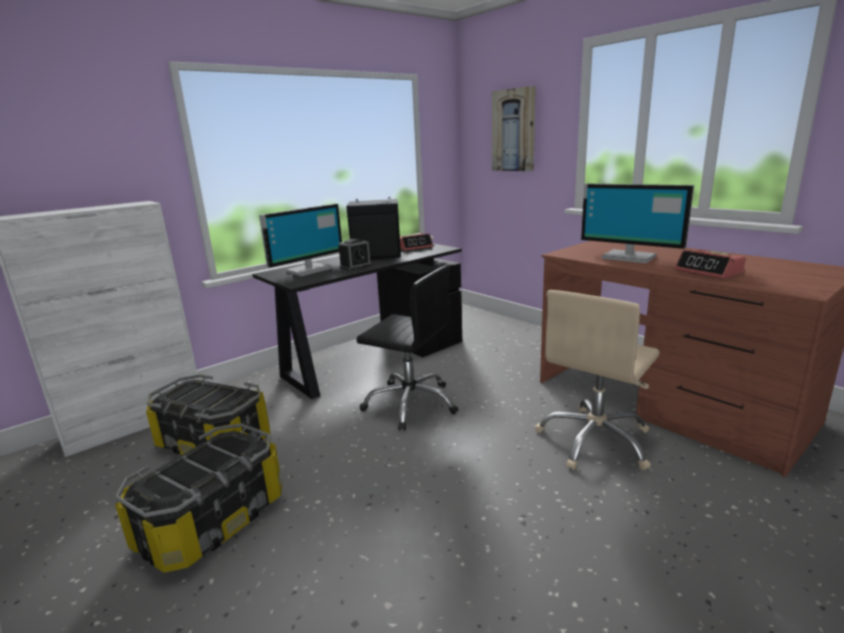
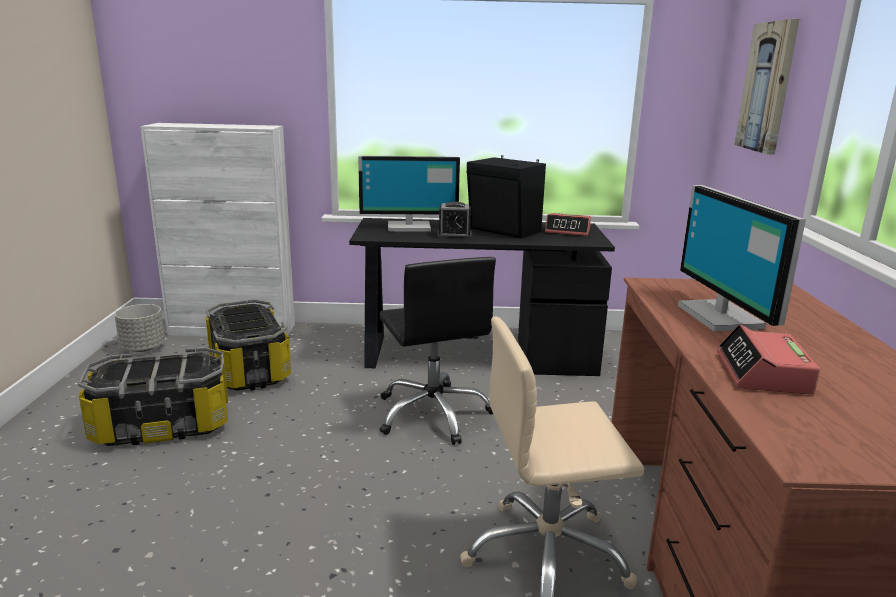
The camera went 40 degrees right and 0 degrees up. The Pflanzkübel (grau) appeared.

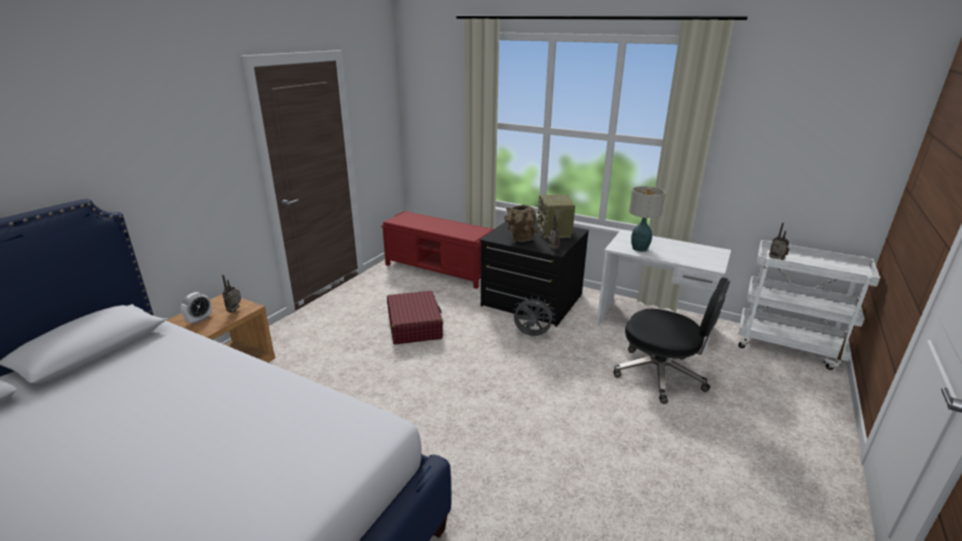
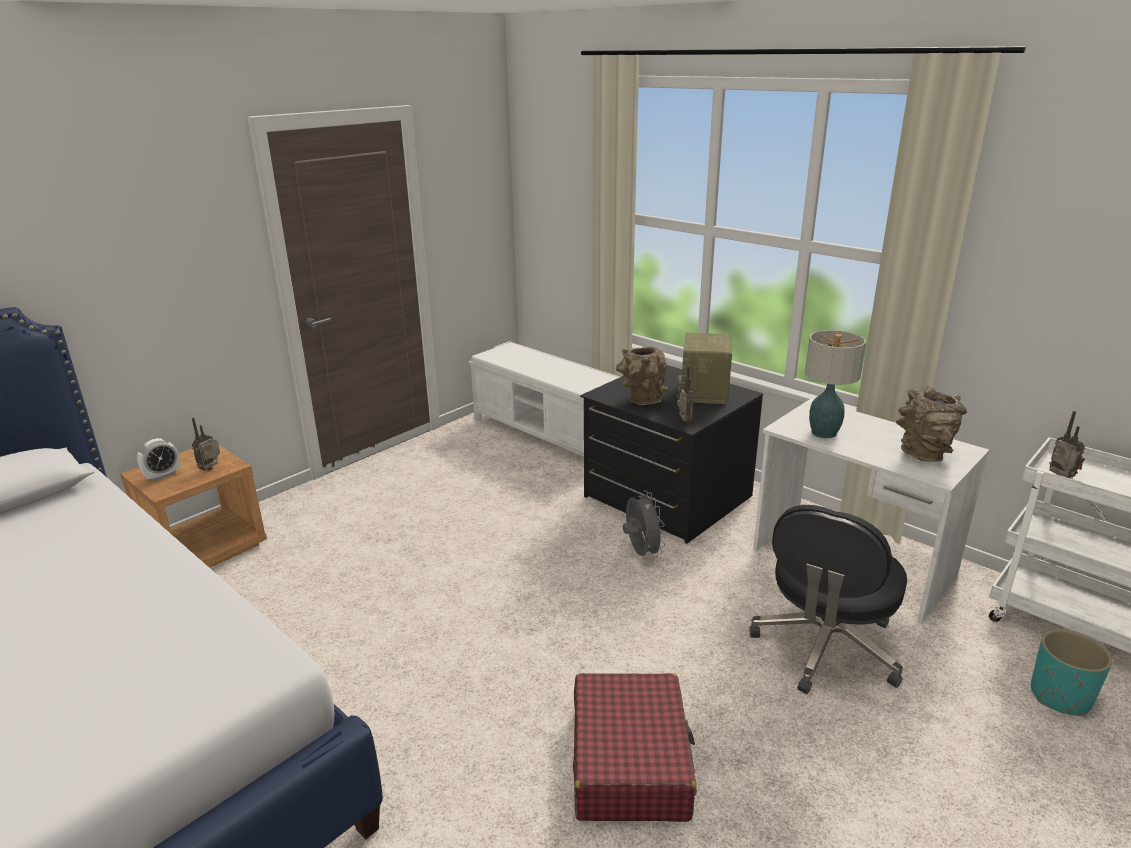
The camera went 15 degrees right and 0 degrees up. The Bank (rot) became the Bank (weiß). The Koffer (rot) moved. The Ventilator (grau) turned 45 degrees clockwise. The Bürostuhl (schwarz) turned 75 degrees clockwise. The Vase (braun) (no. 2 from left) appeared. The Pflanzkübel (türkis) appeared.

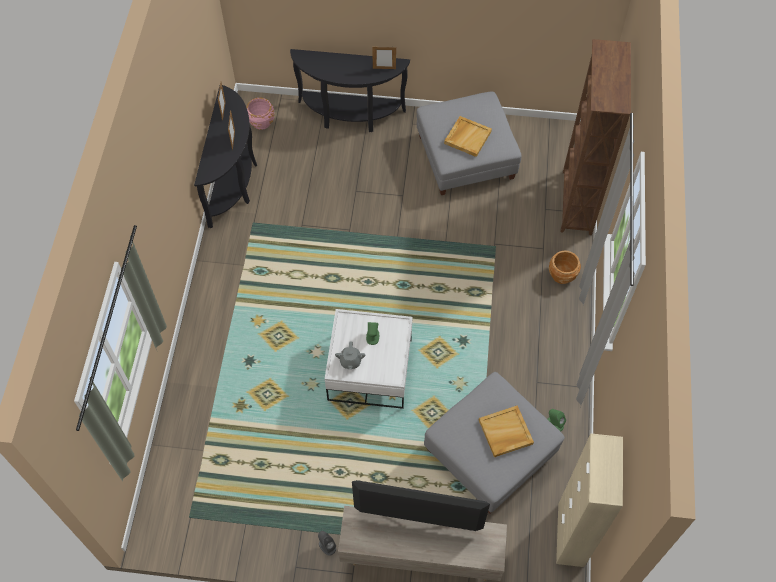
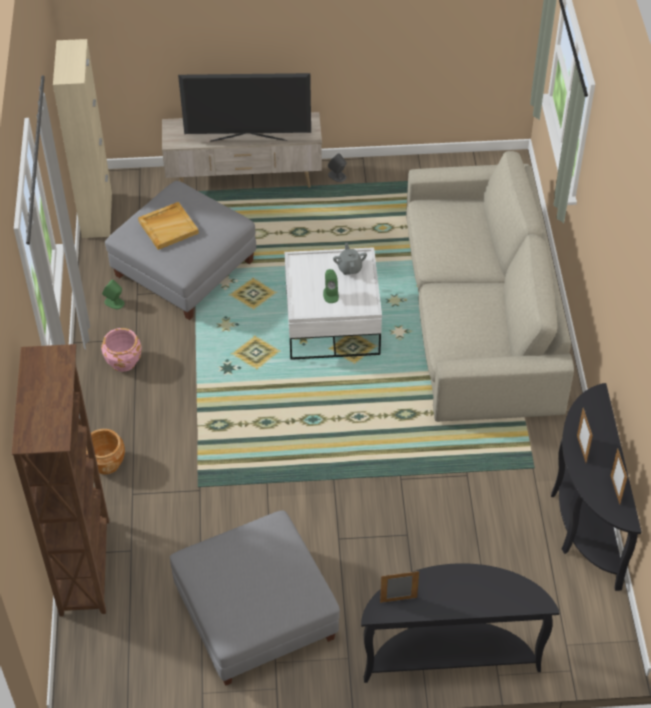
The camera went 170 degrees right and 10 degrees down. The Pflanzkübel (rosa) moved. The Tablett (beige) (no. 1 from left) disappeared. The Sofa (beige) appeared.

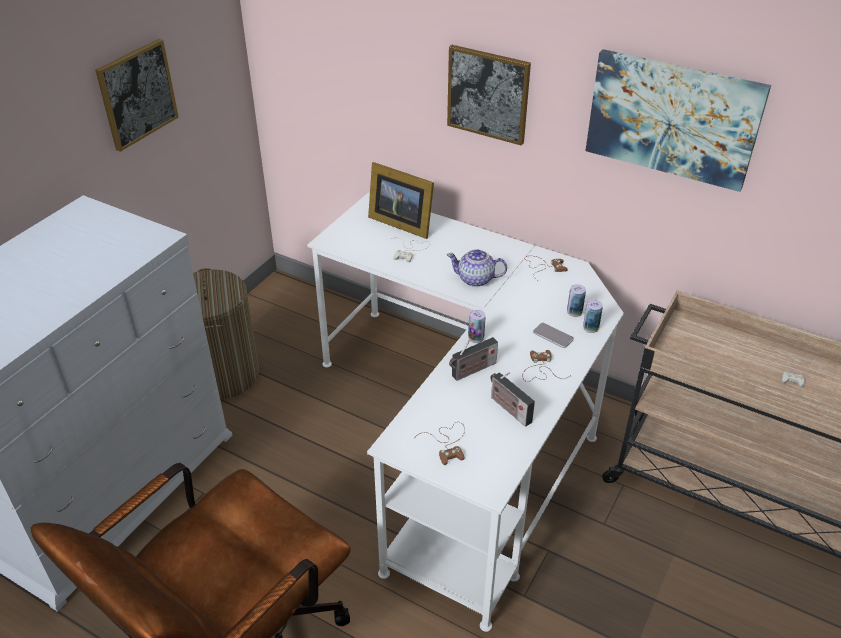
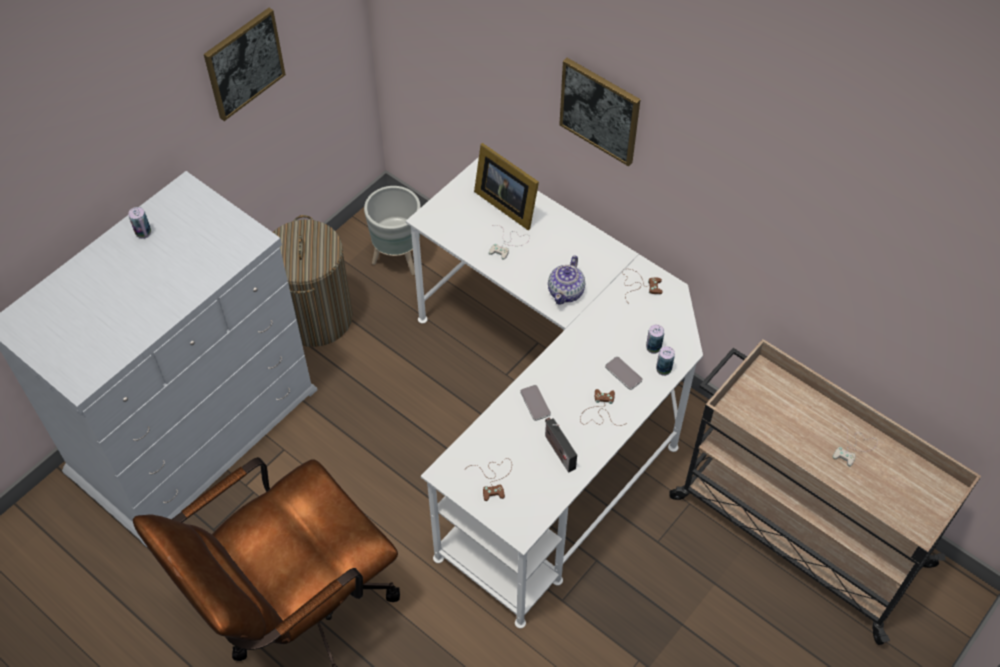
The camera went 10 degrees right and 15 degrees up. The Teekanne turned 90 degrees counterclockwise. The Radio (no. 1 from left) was replaced by the Handy (no. 1 from left). The Dose (no. 1 from left) moved. The Bild (no. 3 from left) disappeared. The Pflanzkübel (grau) appeared.

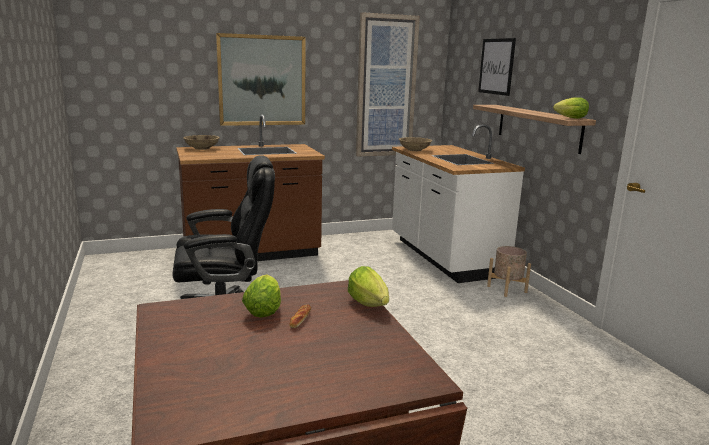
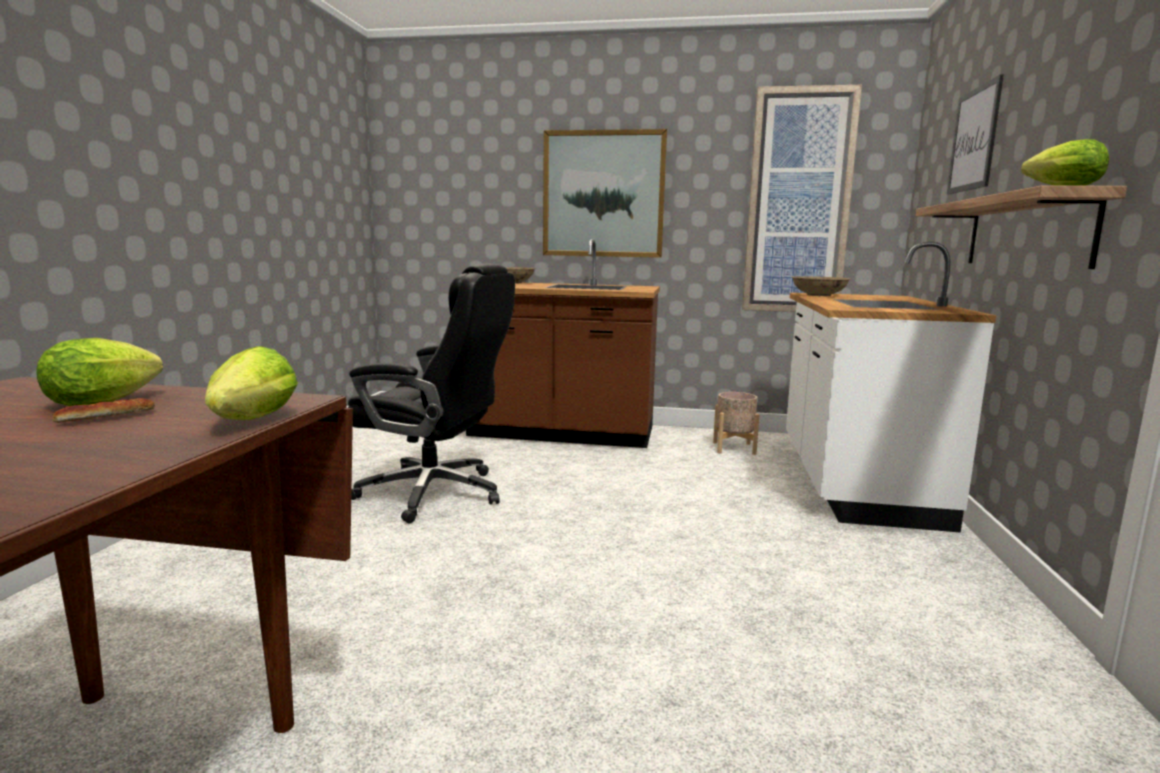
The camera went 30 degrees right and 5 degrees down. The Pflanzkübel (beige) moved.

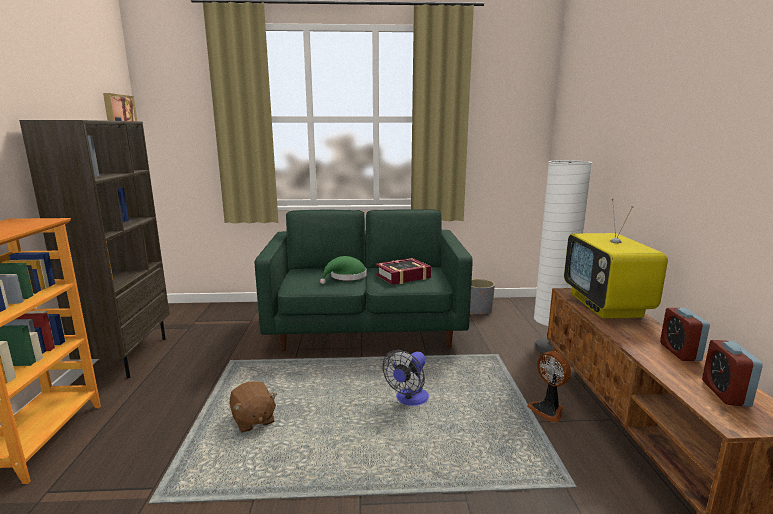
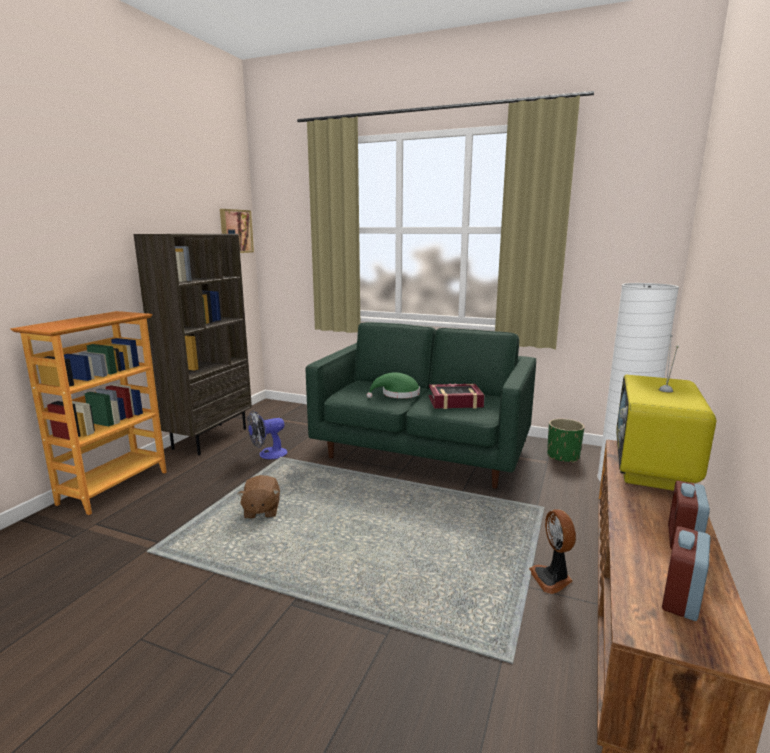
The camera went 25 degrees right and 0 degrees up. The Ventilator (no. 1 from left) moved. The Pflanzkübel (grau) became the Pflanzkübel (grün).

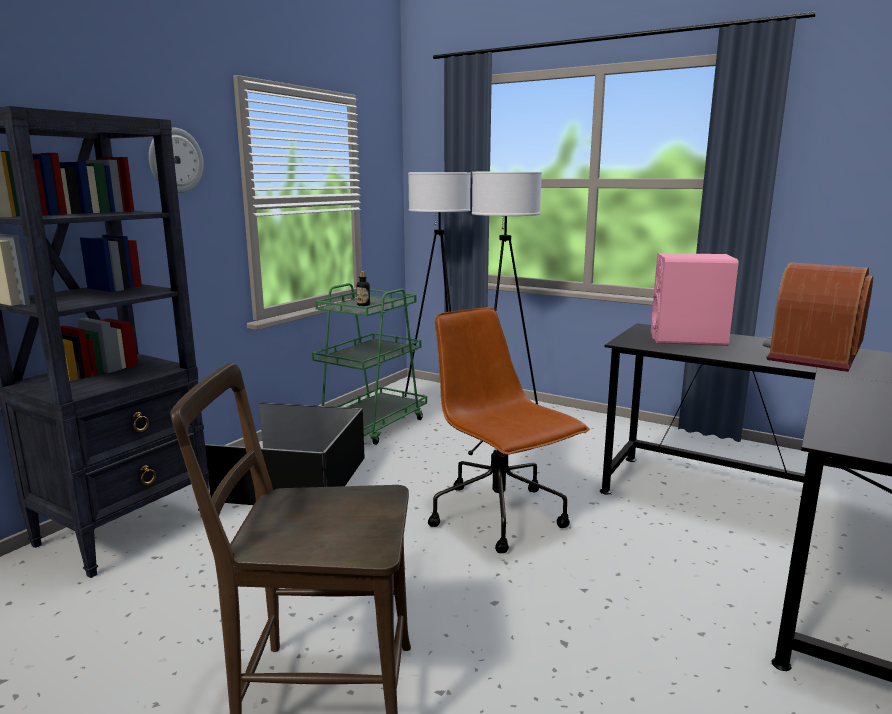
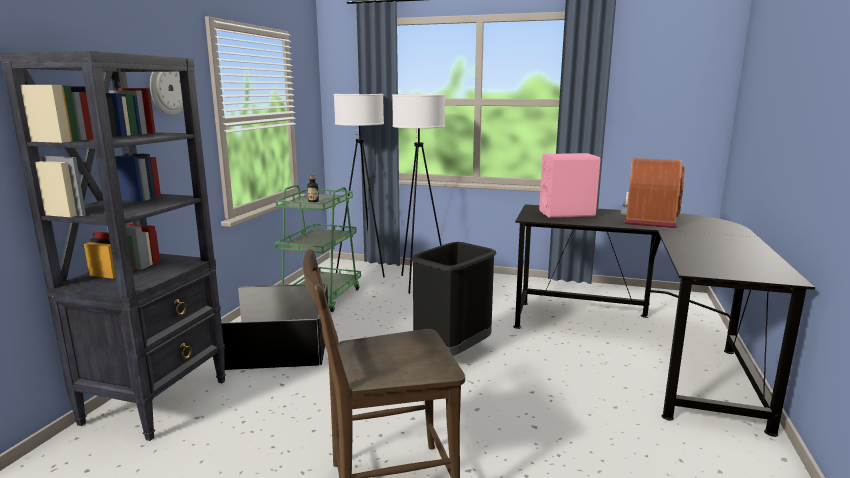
The camera went 15 degrees left and 0 degrees up. The Bürostuhl (braun) was replaced by the Mülleimer (schwarz).

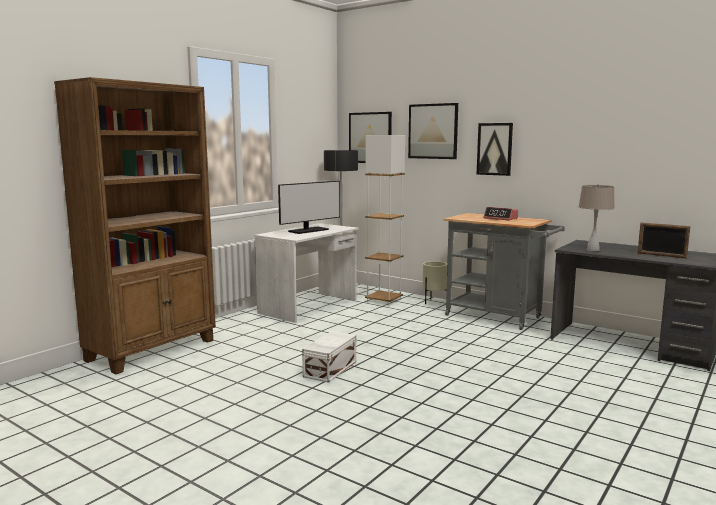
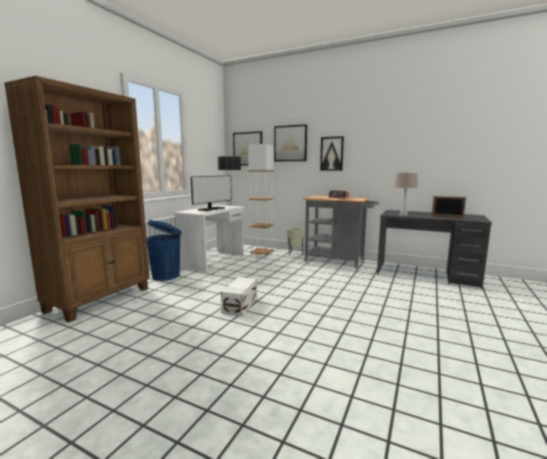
The camera went 10 degrees left and 0 degrees up. The Mülleimer (blau) appeared.

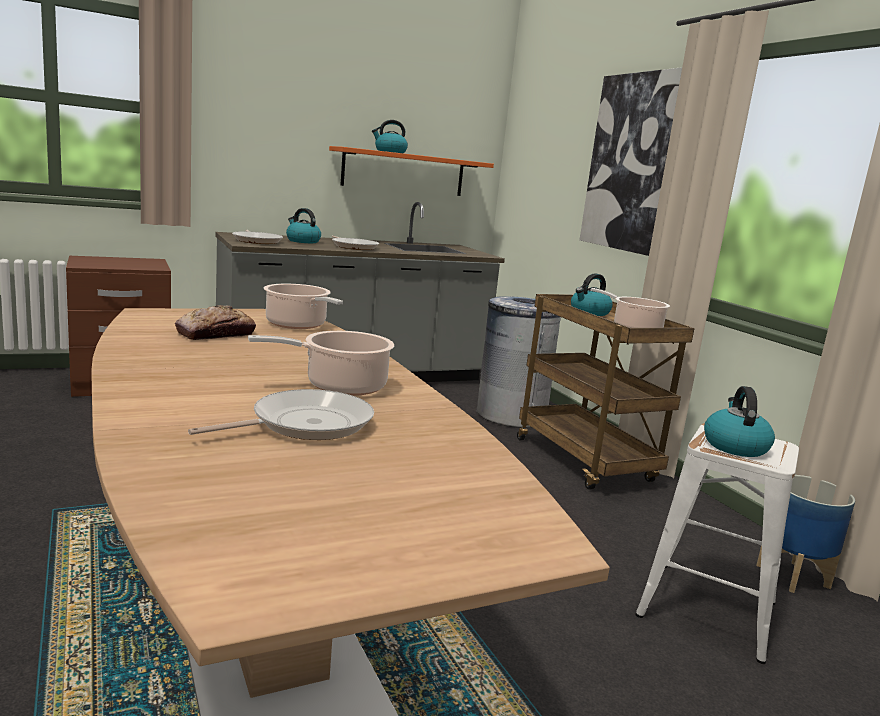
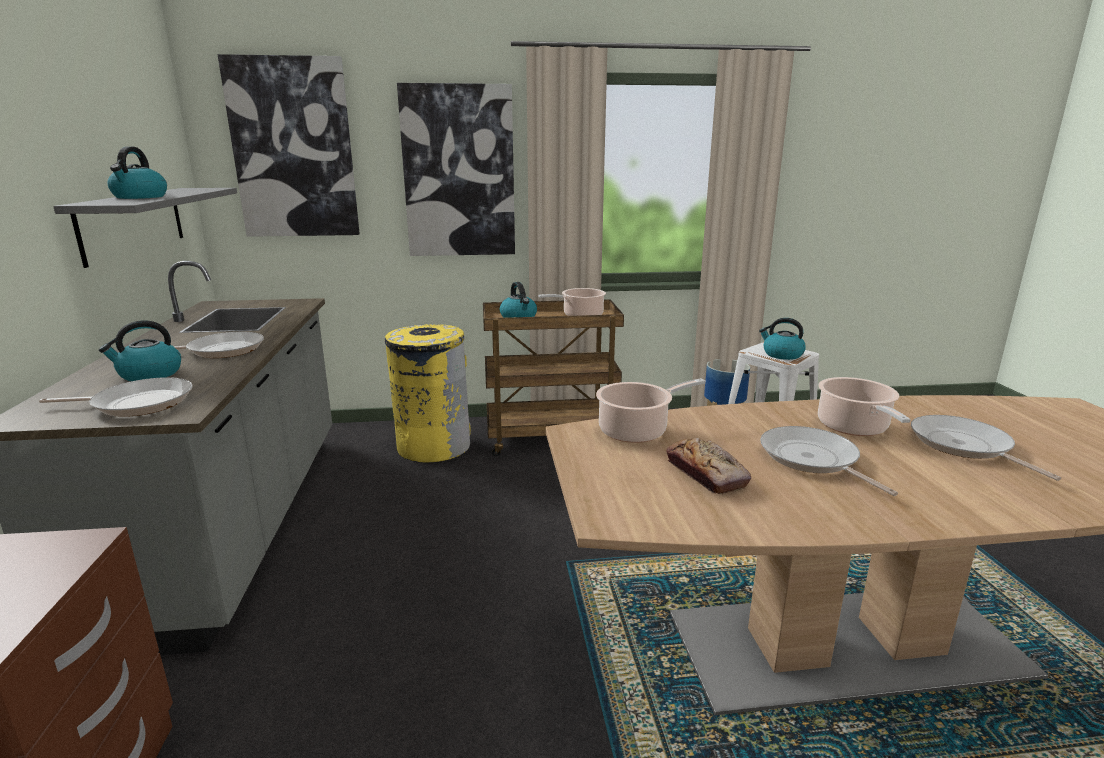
The camera went 70 degrees left and 5 degrees up. The Wandregal (orange) became the Wandregal (grau). The Mülleimer (grau) became the Mülleimer (gelb). The Bild (no. 1 from left) appeared. The Pfanne (no. 3 from left) appeared.

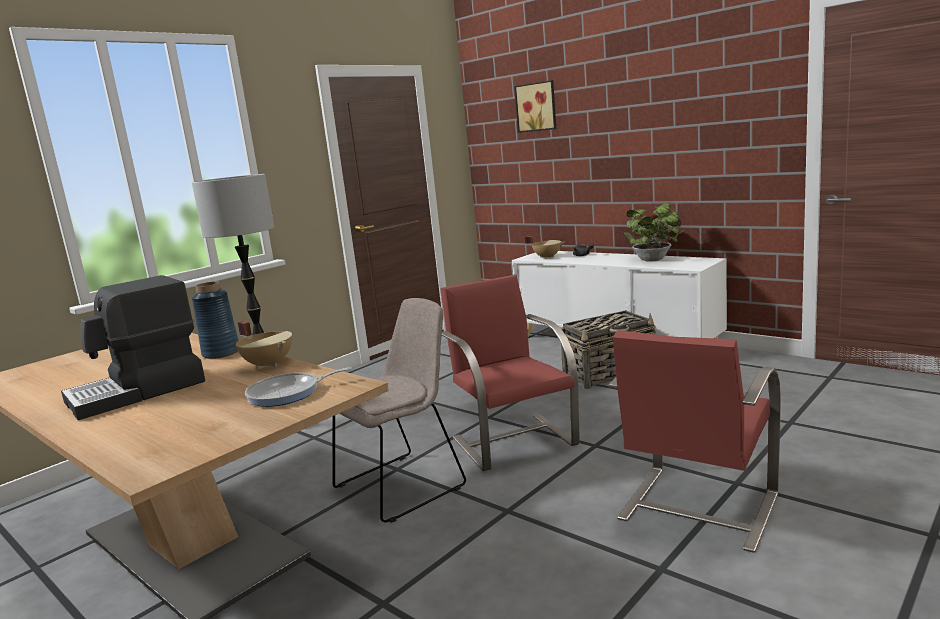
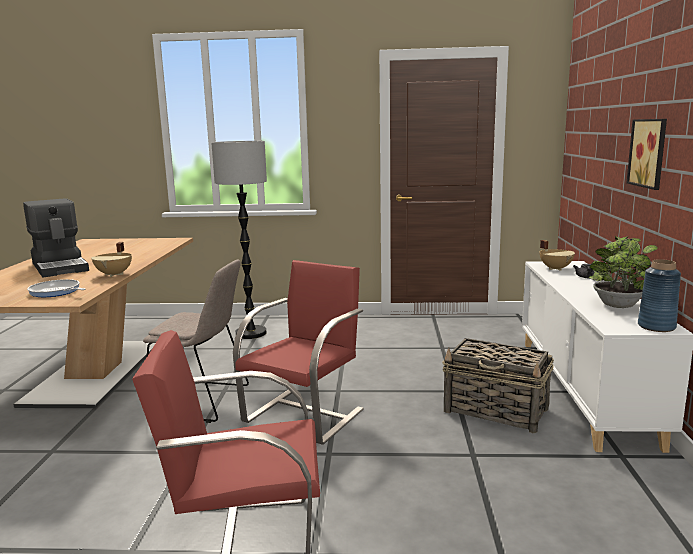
The camera went 50 degrees right and 0 degrees up. The Kaffeemaschine turned 135 degrees counterclockwise. The Vase (blau) moved. The Bild moved.

